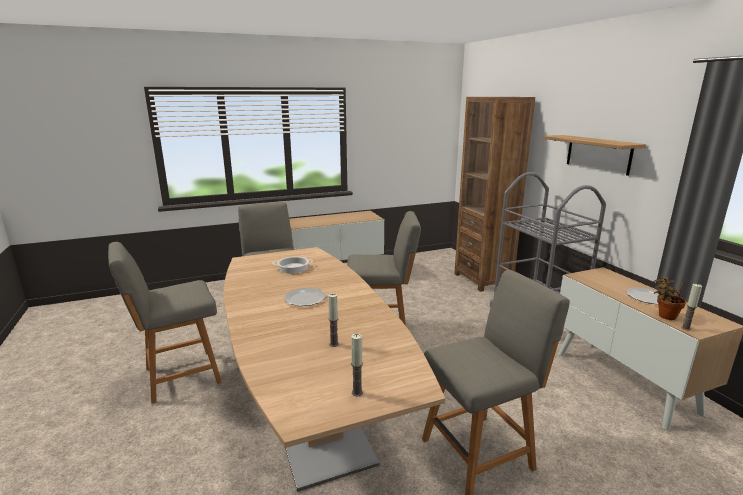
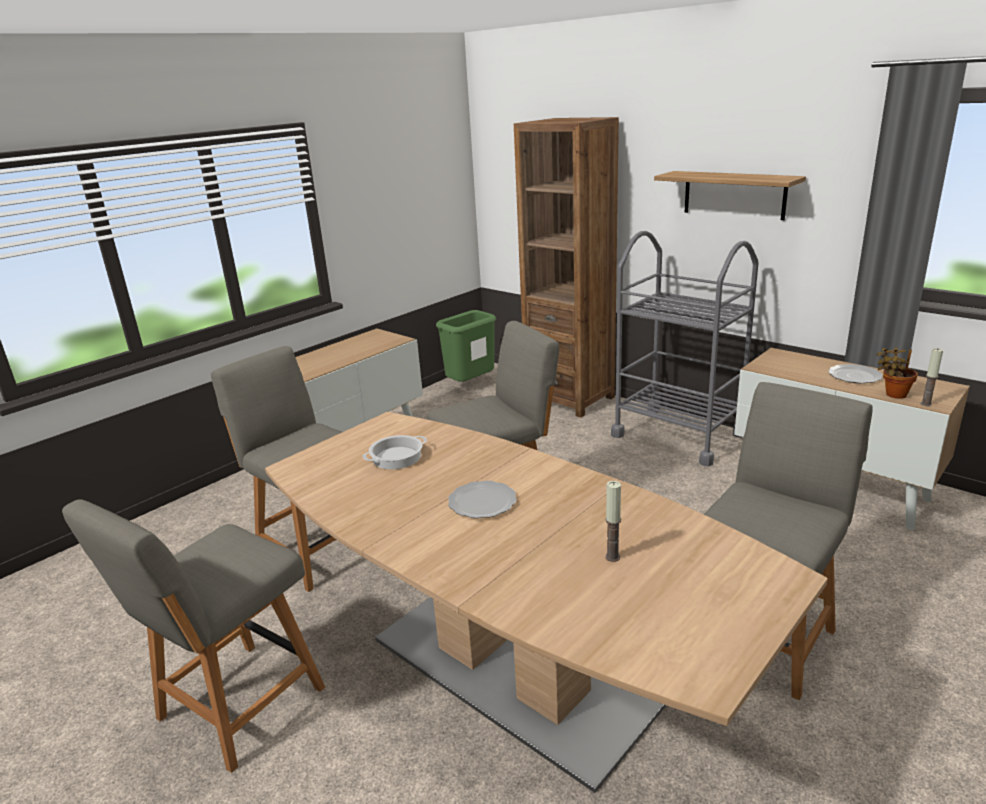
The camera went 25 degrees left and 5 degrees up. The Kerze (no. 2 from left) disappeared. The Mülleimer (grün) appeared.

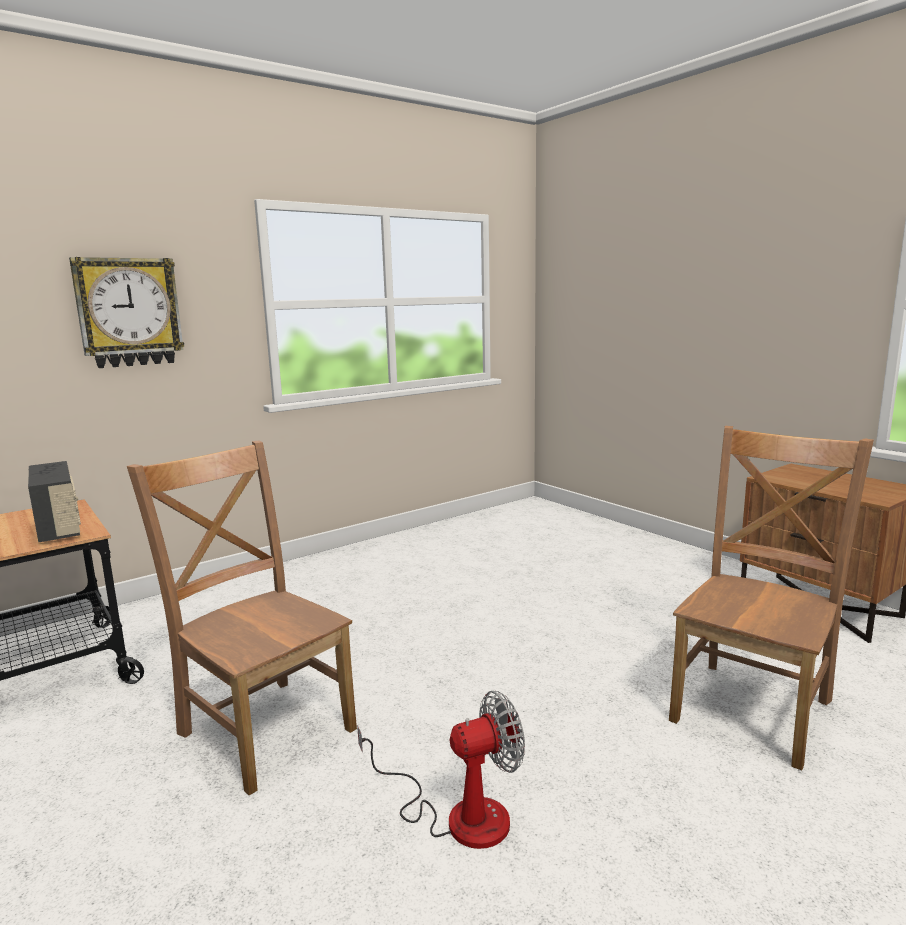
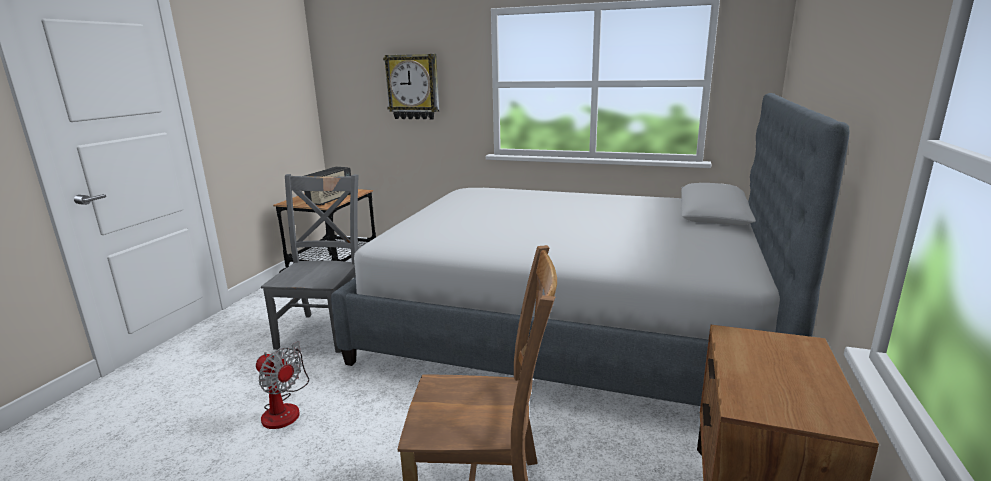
The camera went 55 degrees right and 5 degrees up. The Stuhl (braun) (no. 1 from left) became the Stuhl (grau). The Bett appeared.

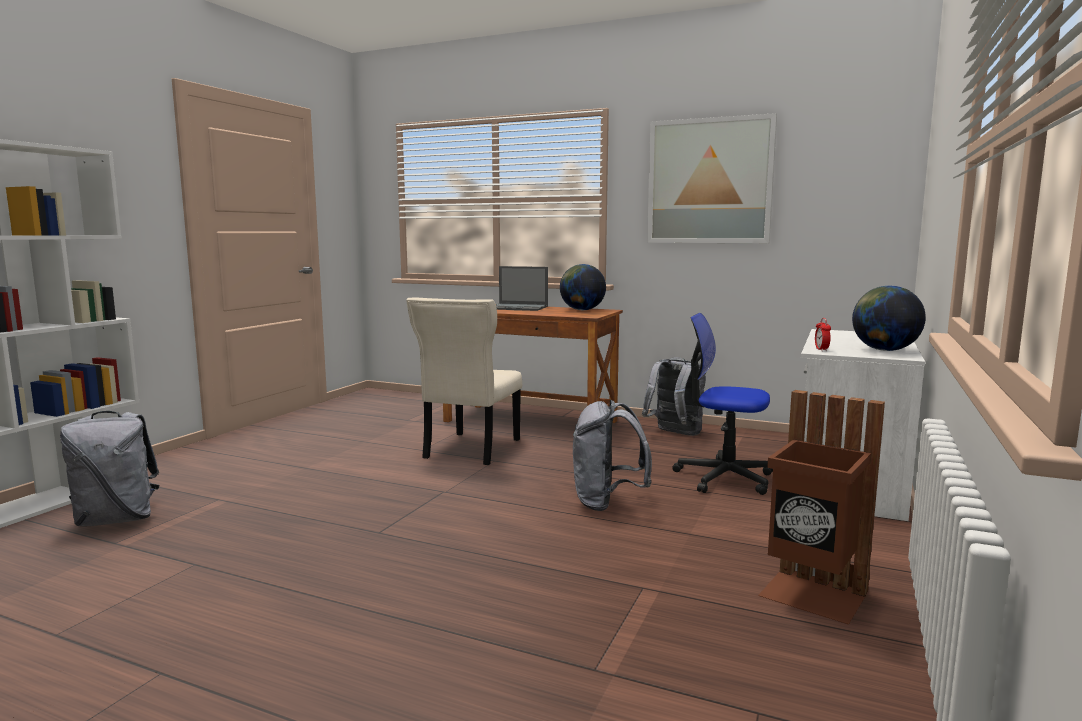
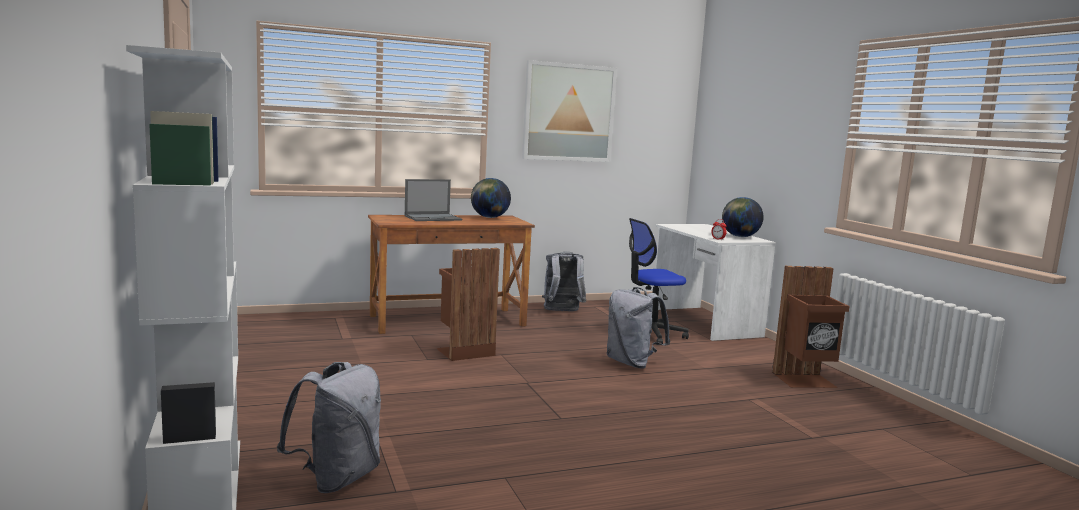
The camera went 45 degrees left and 0 degrees up. The Stuhl (beige) was replaced by the Mülleimer (braun) (no. 1 from left).

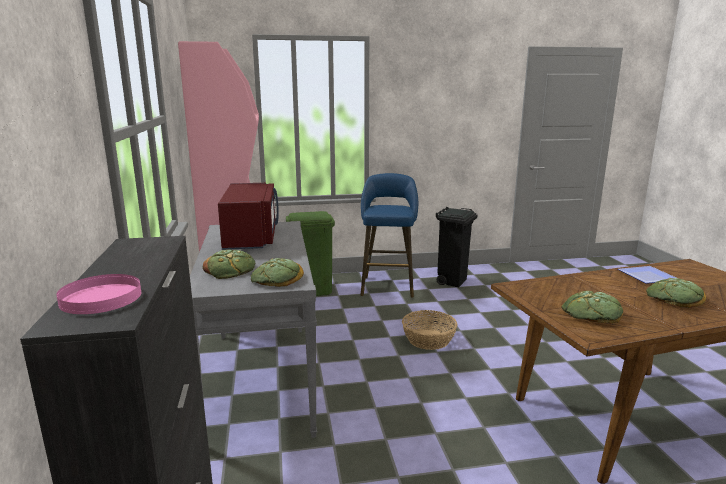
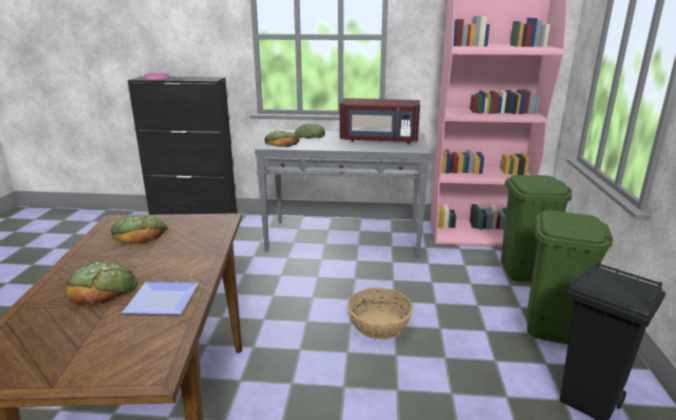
The camera went 105 degrees right and 5 degrees up. The Hocker (blau) was replaced by the Mülleimer (grün) (no. 2 from left).

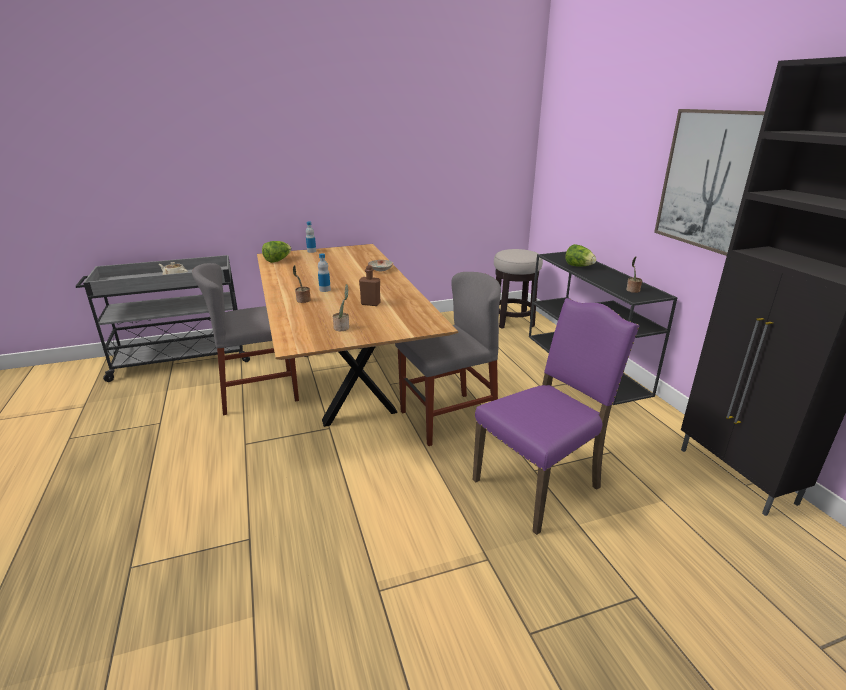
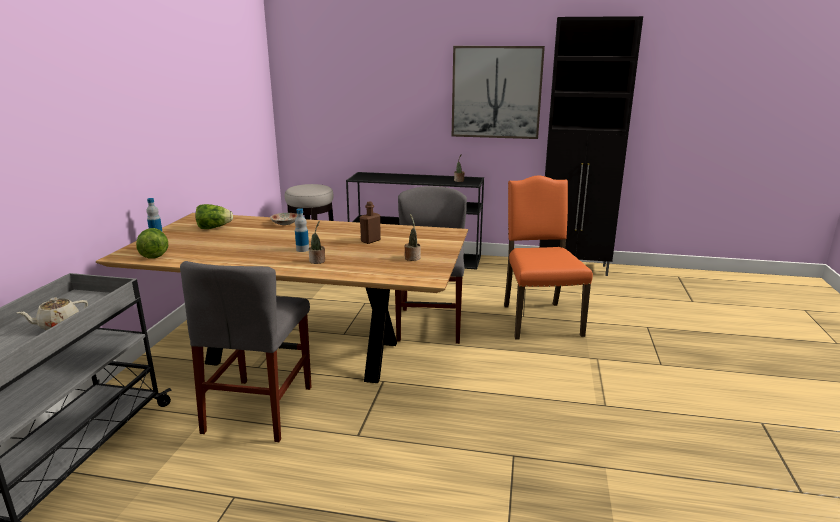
The camera went 60 degrees left and 5 degrees down. The Stuhl (lila) became the Stuhl (orange). The Salatkopf (no. 2 from left) moved.

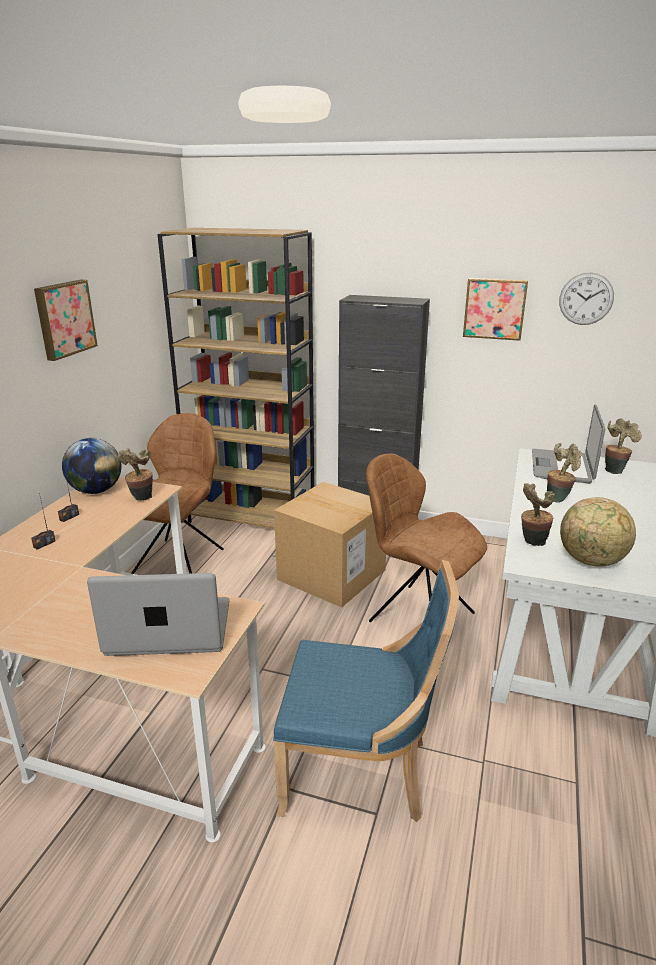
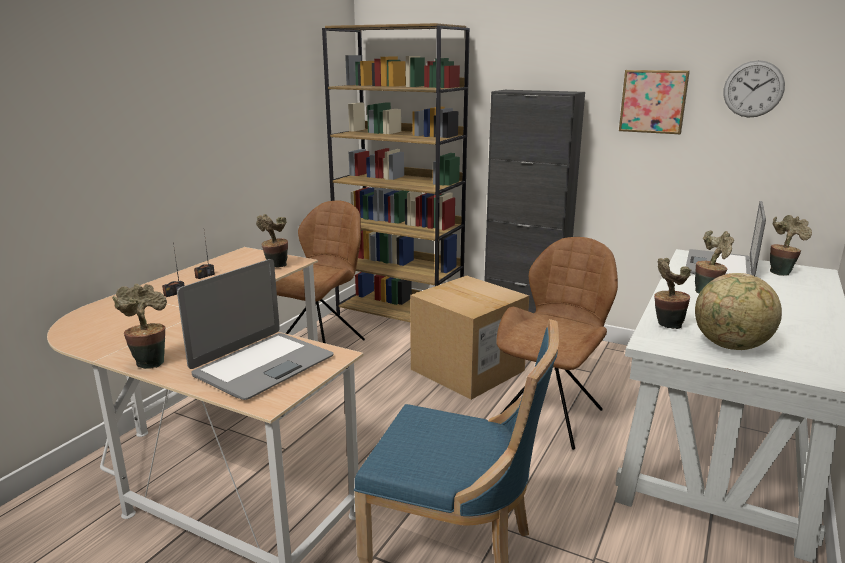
The camera went 10 degrees right and 5 degrees down. The Bild (no. 1 from left) disappeared. The Globus (no. 1 from left) disappeared. The Laptop (no. 1 from left) turned 120 degrees clockwise. The Stuhl (braun) (no. 2 from left) turned 75 degrees clockwise. The Topfpflanze (no. 1 from left) appeared.

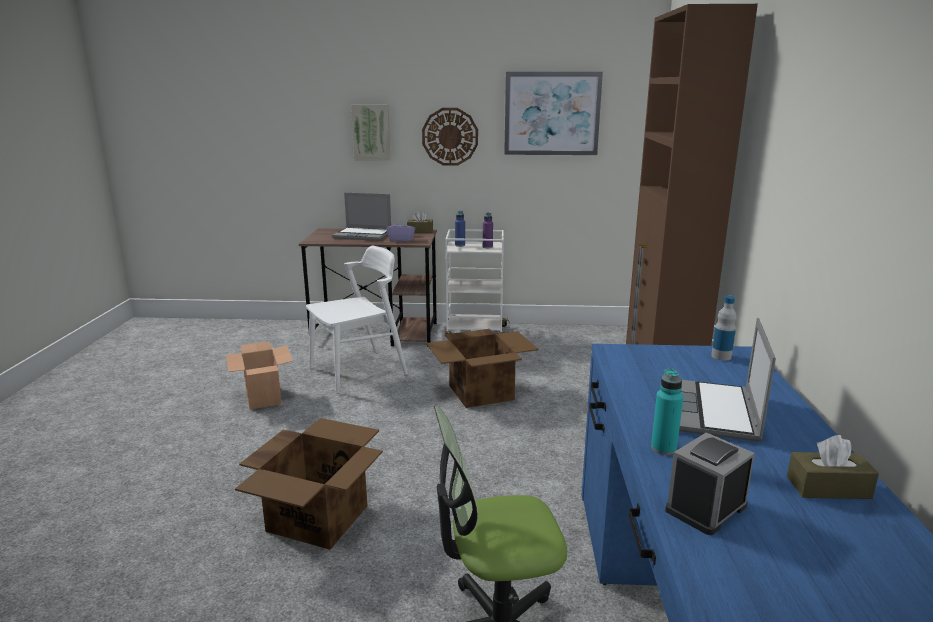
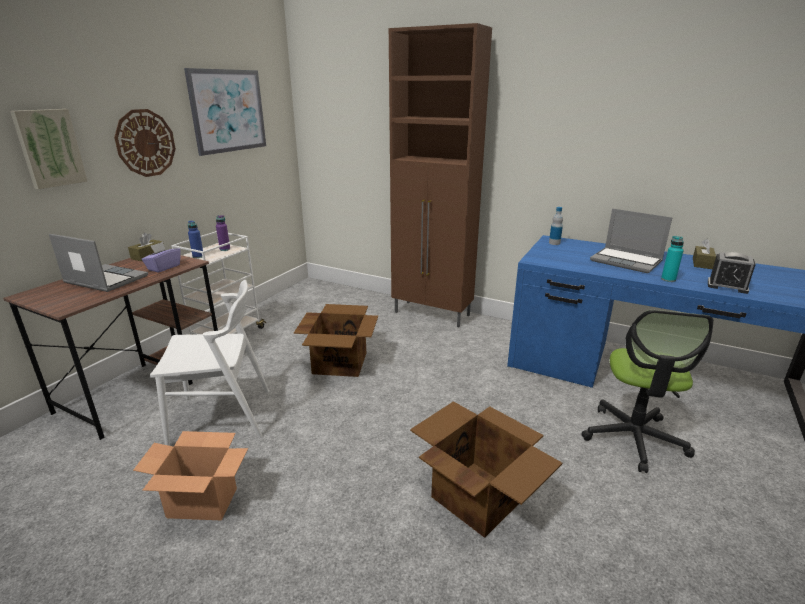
The camera went 65 degrees left and 5 degrees up. The Stuhl (weiß) turned 90 degrees clockwise. The Laptop (no. 1 from left) turned 105 degrees counterclockwise. The Wecker turned 45 degrees counterclockwise.

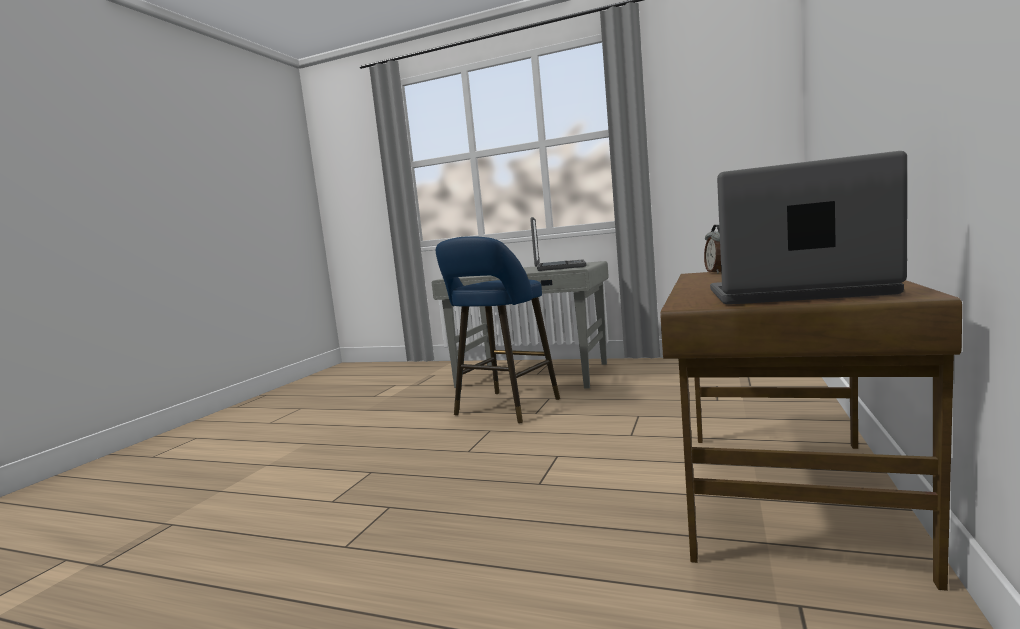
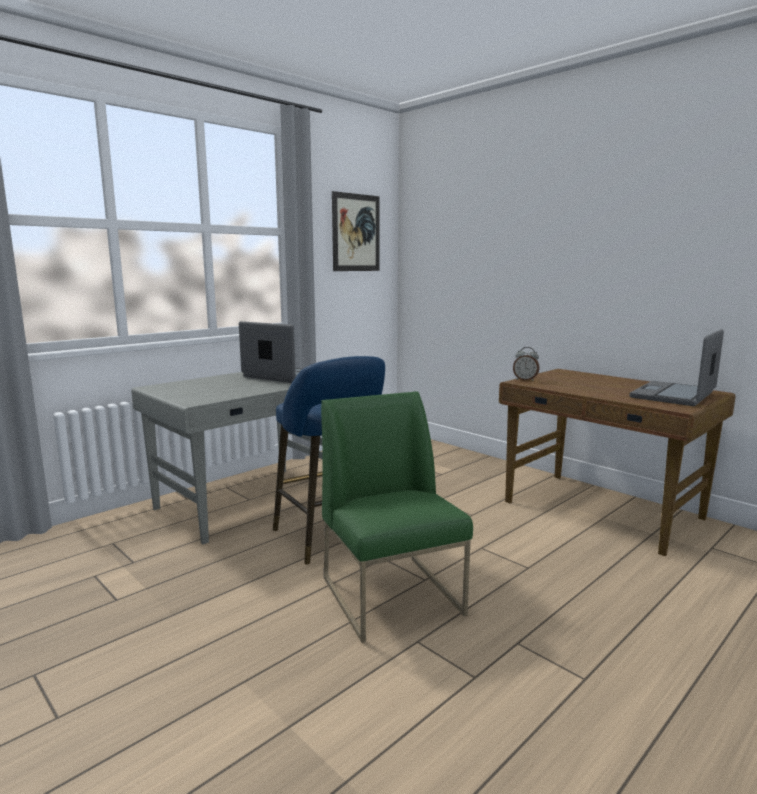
The camera went 65 degrees left and 5 degrees up. The Stuhl (grün) appeared. The Bild appeared.

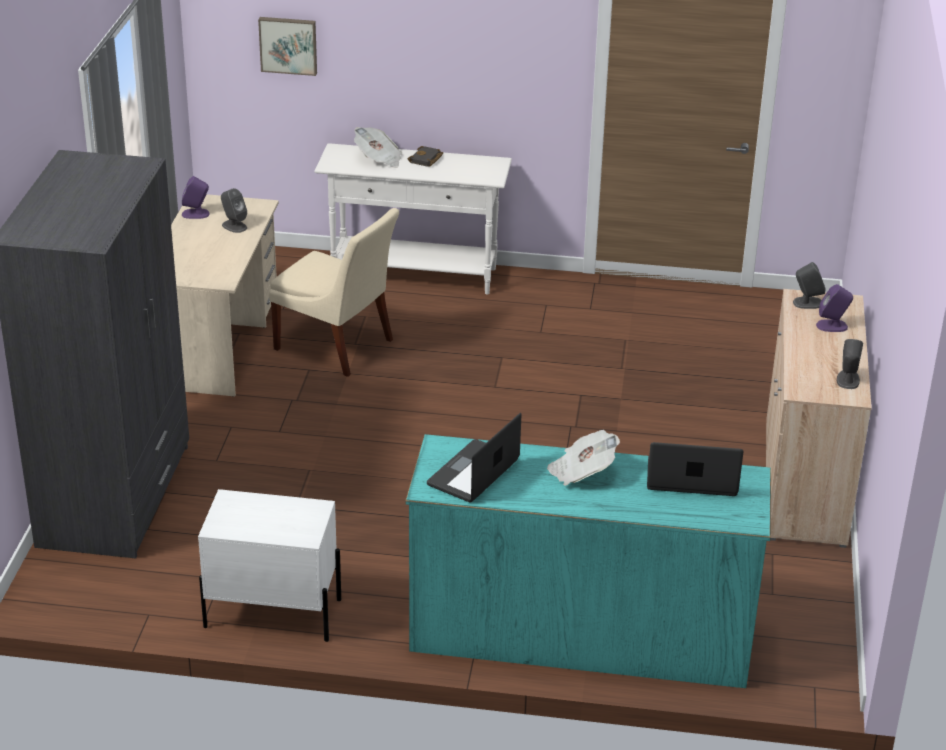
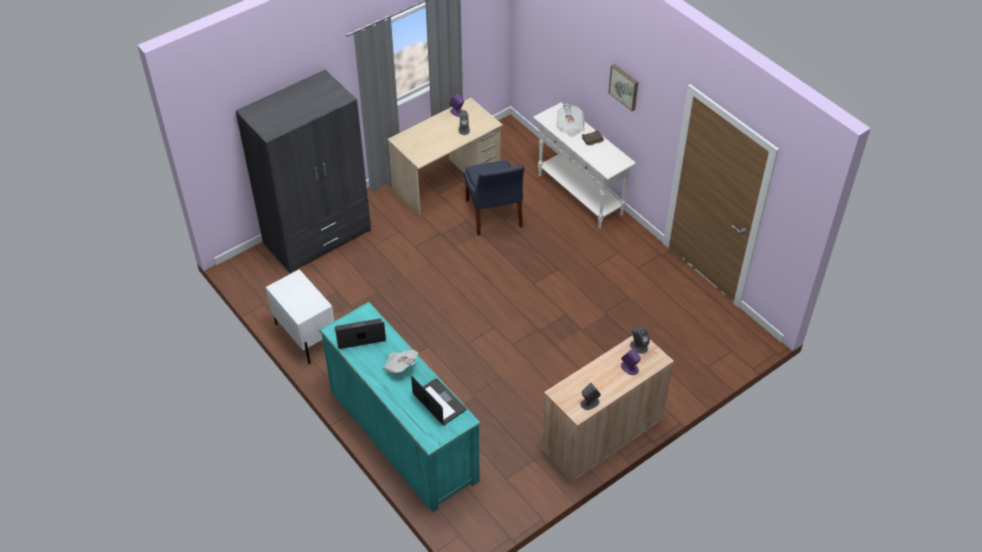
The camera went 45 degrees right and 15 degrees up. The Bild moved. The Stuhl (beige) became the Stuhl (blau).

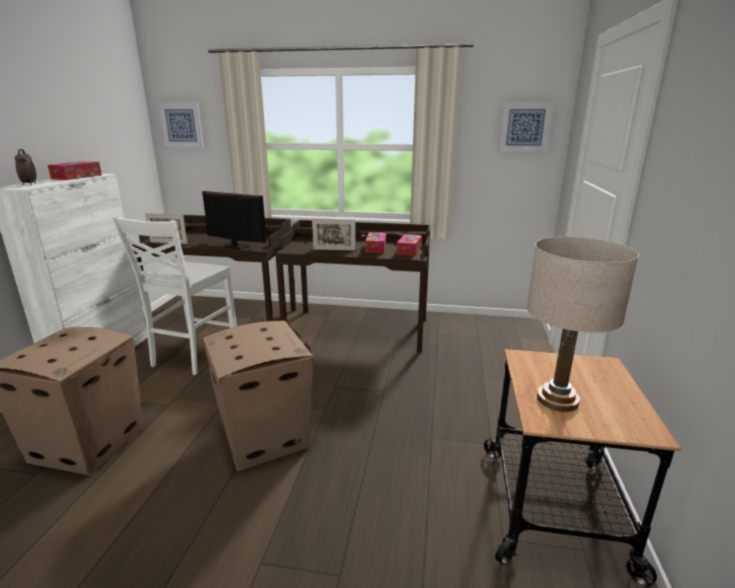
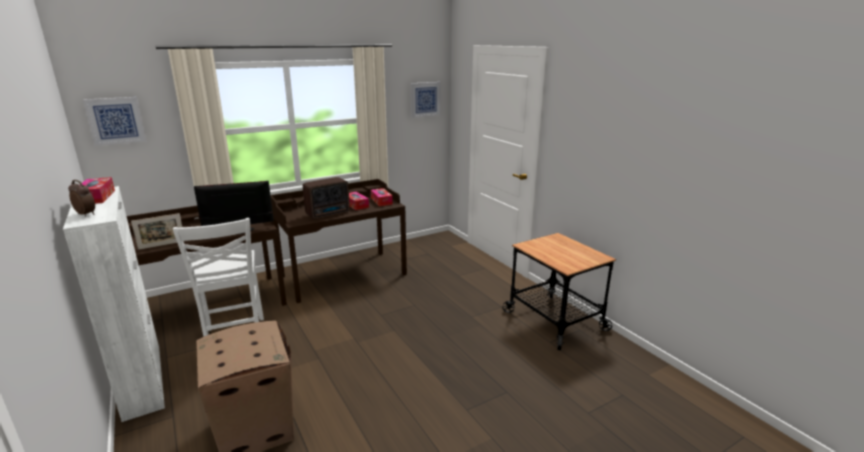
The camera went 40 degrees left and 0 degrees up. The Karton (no. 2 from left) disappeared. The Bilderrahmen (no. 2 from left) was replaced by the Radio. The Tischlampe (beige) disappeared.

